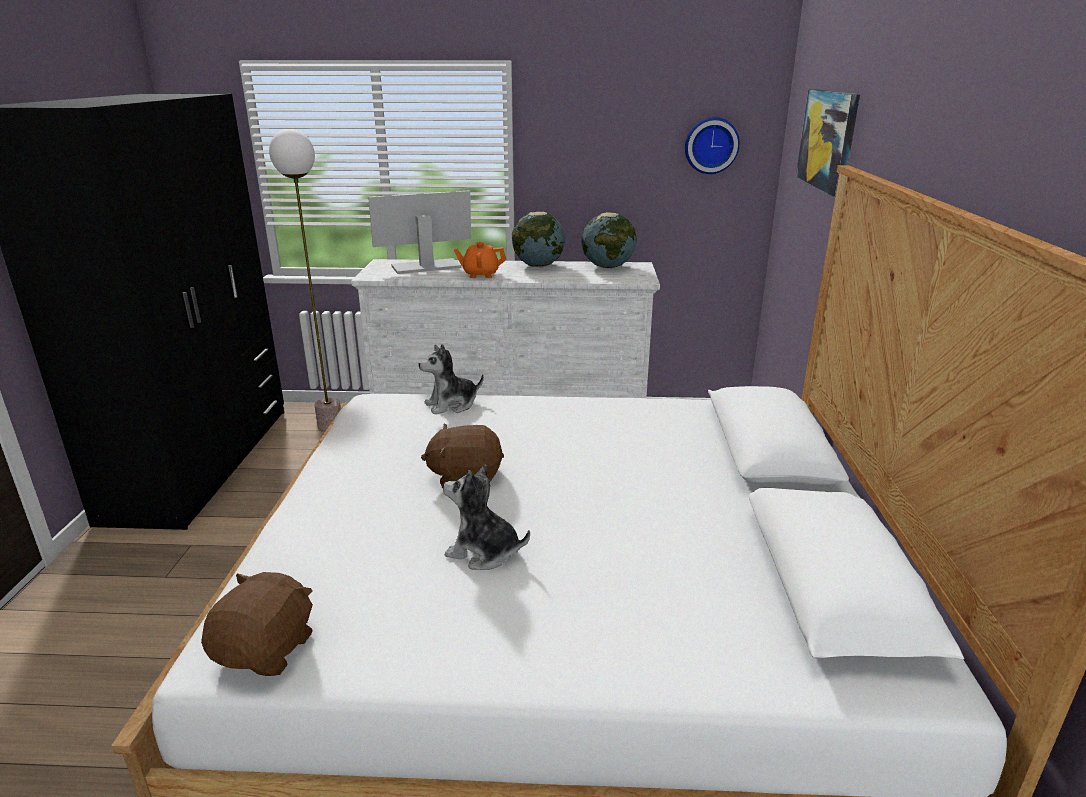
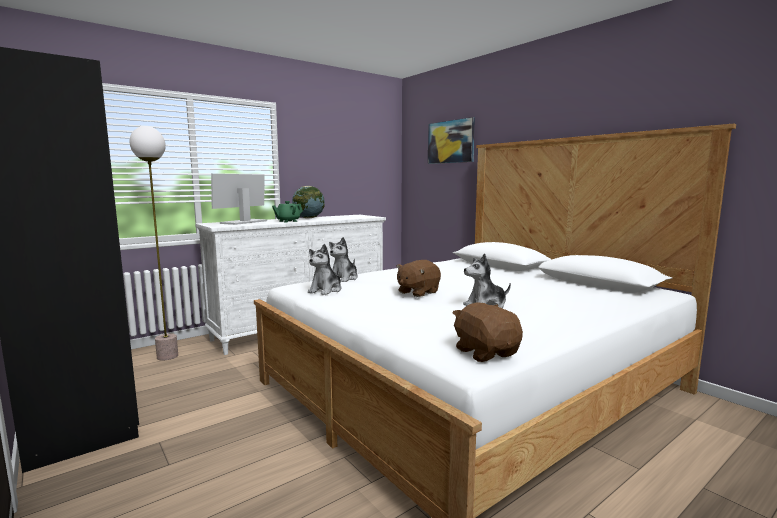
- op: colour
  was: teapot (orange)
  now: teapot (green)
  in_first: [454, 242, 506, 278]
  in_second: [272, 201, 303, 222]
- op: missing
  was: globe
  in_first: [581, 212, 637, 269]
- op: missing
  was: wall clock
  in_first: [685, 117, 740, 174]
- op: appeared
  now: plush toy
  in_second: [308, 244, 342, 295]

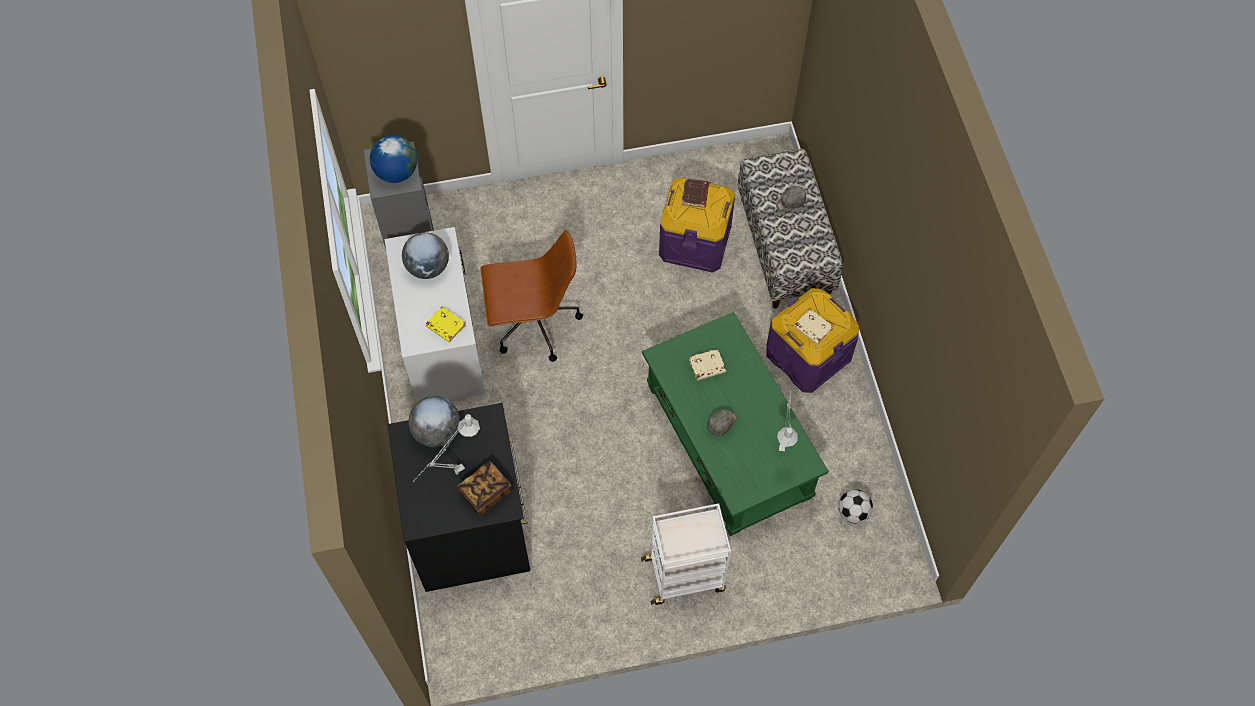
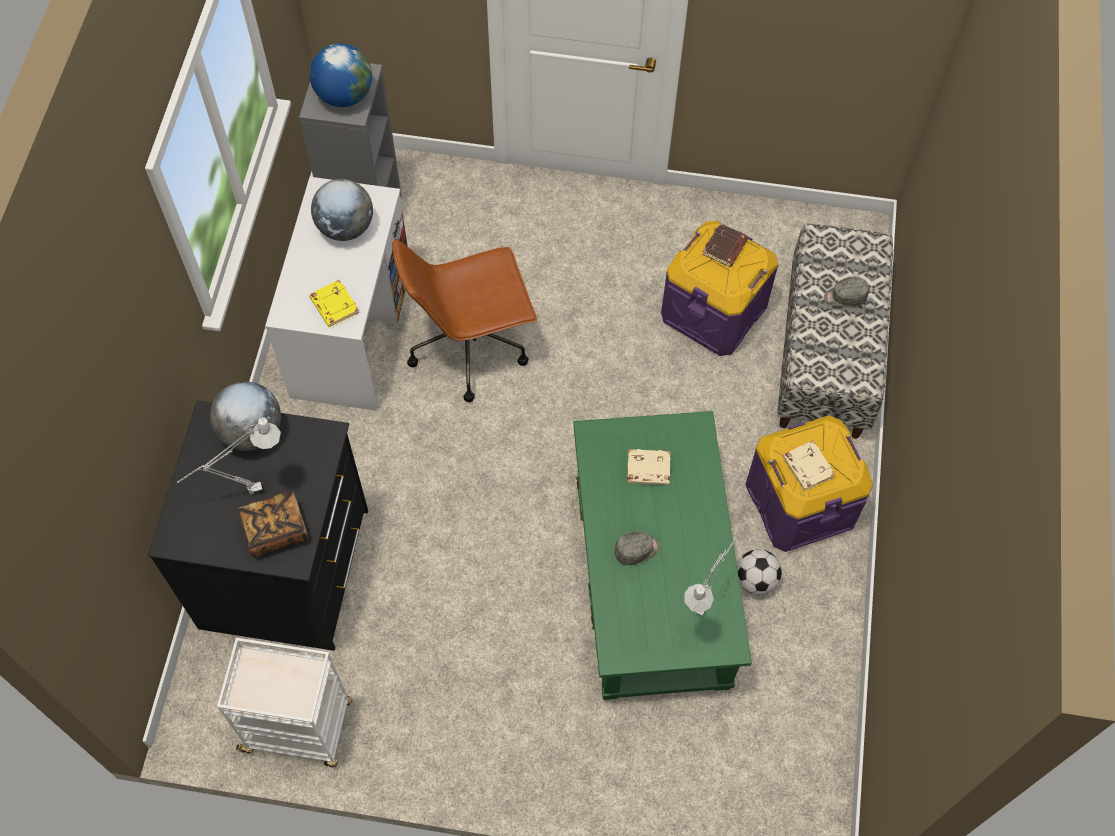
- op: spun
  was: office chair (brown)
  in_first: [480, 230, 583, 362]
  in_second: [392, 238, 537, 402]
  clockwise: 150
- op: relocated
  was: cart (white)
  in_first: [641, 503, 731, 605]
  in_second: [217, 638, 352, 768]
- op: relocated
  was: football
  in_first: [838, 489, 873, 524]
  in_second: [737, 549, 782, 595]

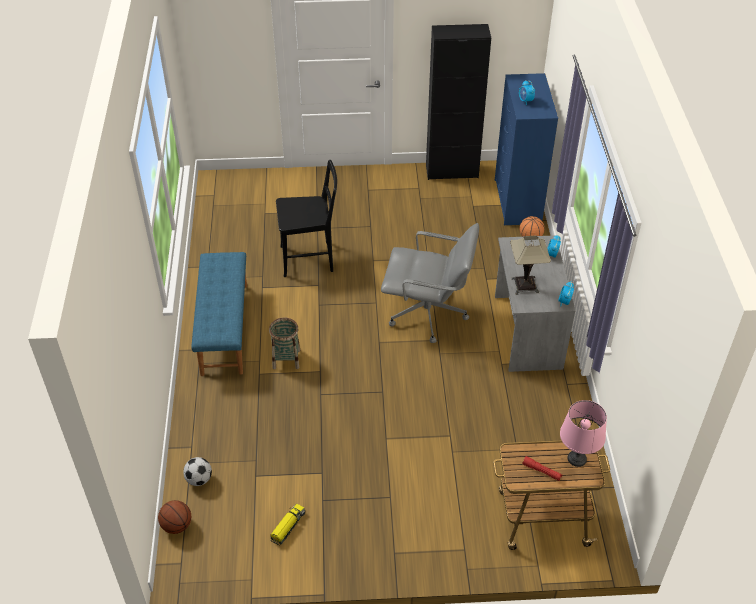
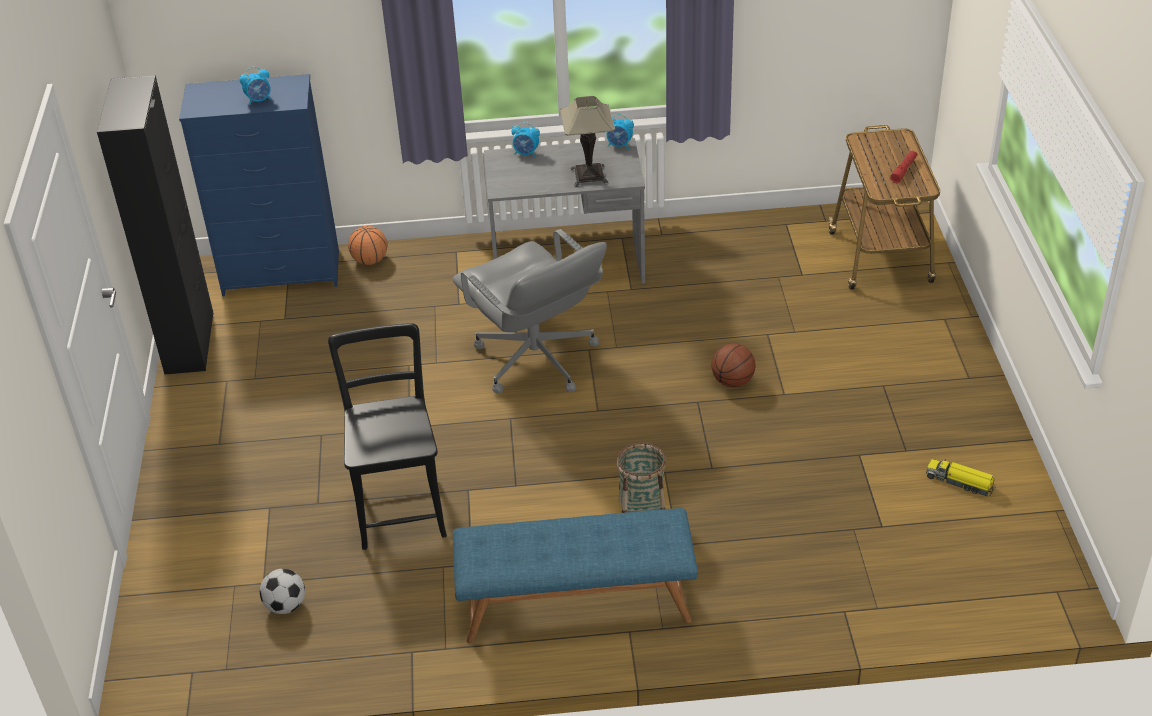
- op: relocated
  was: basketball
  in_first: [158, 500, 191, 534]
  in_second: [712, 343, 755, 387]
- op: relocated
  was: football
  in_first: [183, 457, 212, 486]
  in_second: [260, 569, 305, 614]
- op: spun
  was: office chair (grey)
  in_first: [381, 223, 479, 343]
  in_second: [452, 229, 607, 394]
  clockwise: 135
- op: missing
  was: table lamp (pink)
  in_first: [560, 400, 607, 467]

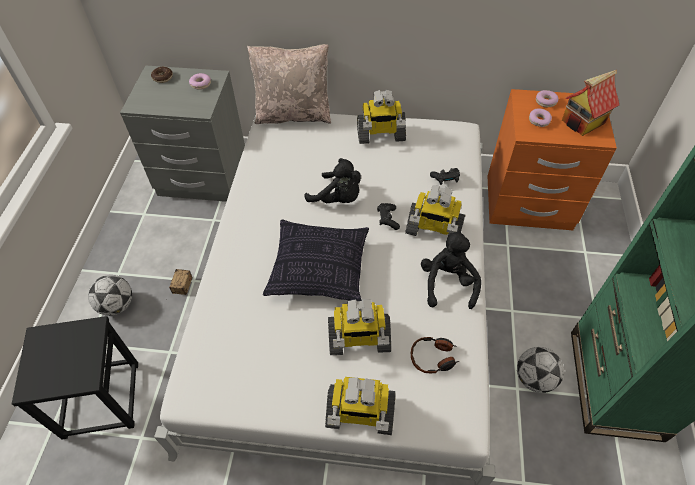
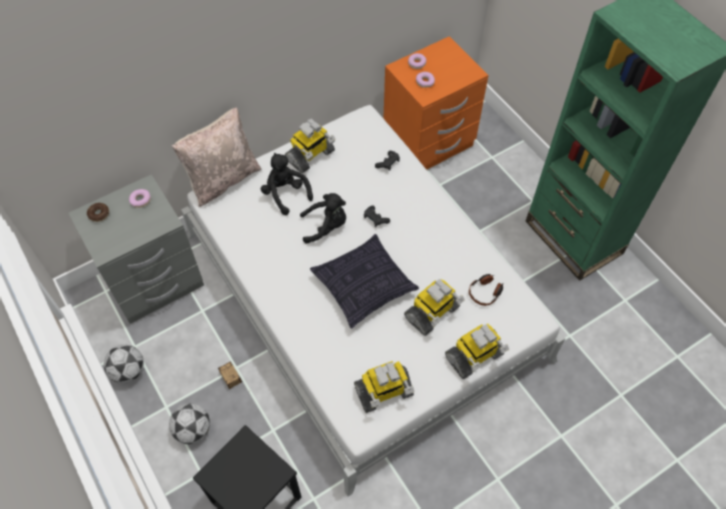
- op: relocated
  was: toy robot
  in_first: [405, 185, 465, 237]
  in_second: [354, 361, 414, 413]
- op: relocated
  was: plush toy (black)
  in_first: [421, 230, 481, 309]
  in_second: [261, 153, 313, 215]
- op: relocated
  was: football
  in_first: [517, 347, 564, 393]
  in_second: [104, 345, 144, 383]
- op: missing
  was: toy house
  in_first: [562, 70, 619, 136]

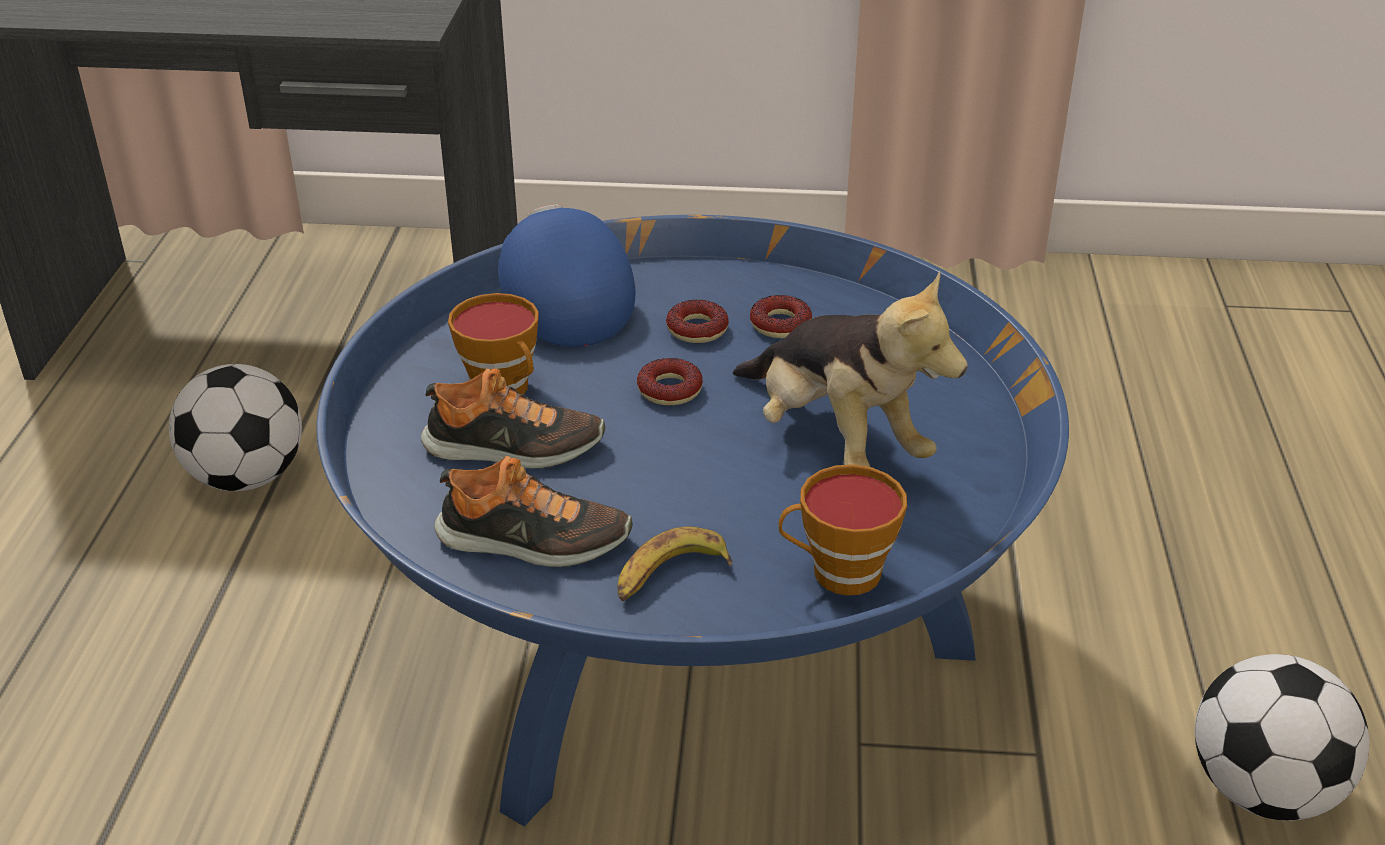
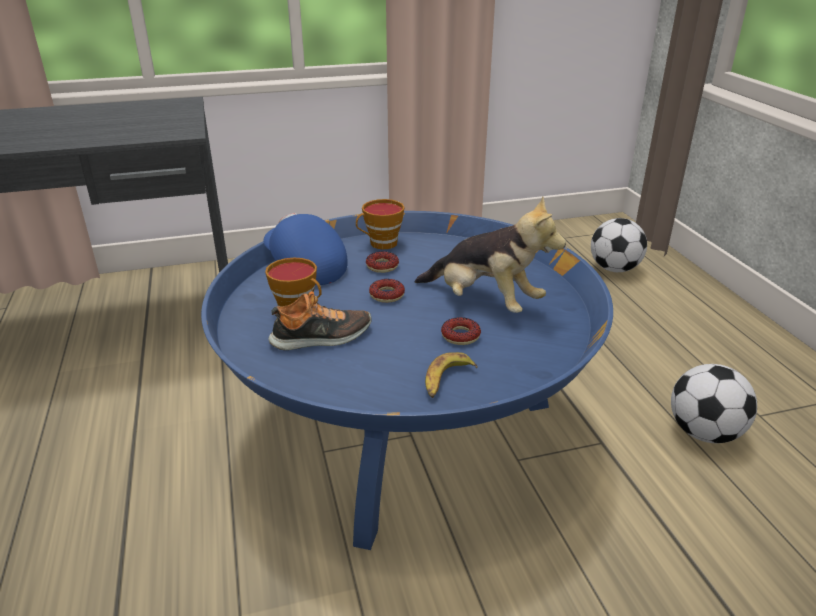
- op: relocated
  was: football
  in_first: [169, 364, 302, 491]
  in_second: [591, 218, 647, 272]
- op: missing
  was: shoe
  in_first: [434, 456, 632, 567]
- op: relocated
  was: donut
  in_first: [750, 295, 812, 338]
  in_second: [441, 317, 481, 345]
- op: relocated
  was: cup
  in_first: [779, 464, 907, 596]
  in_second: [356, 199, 405, 249]

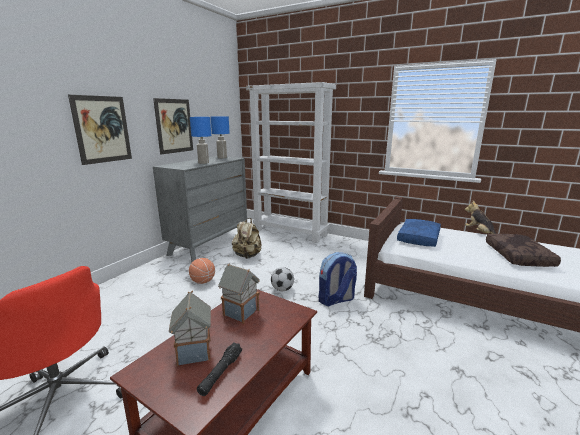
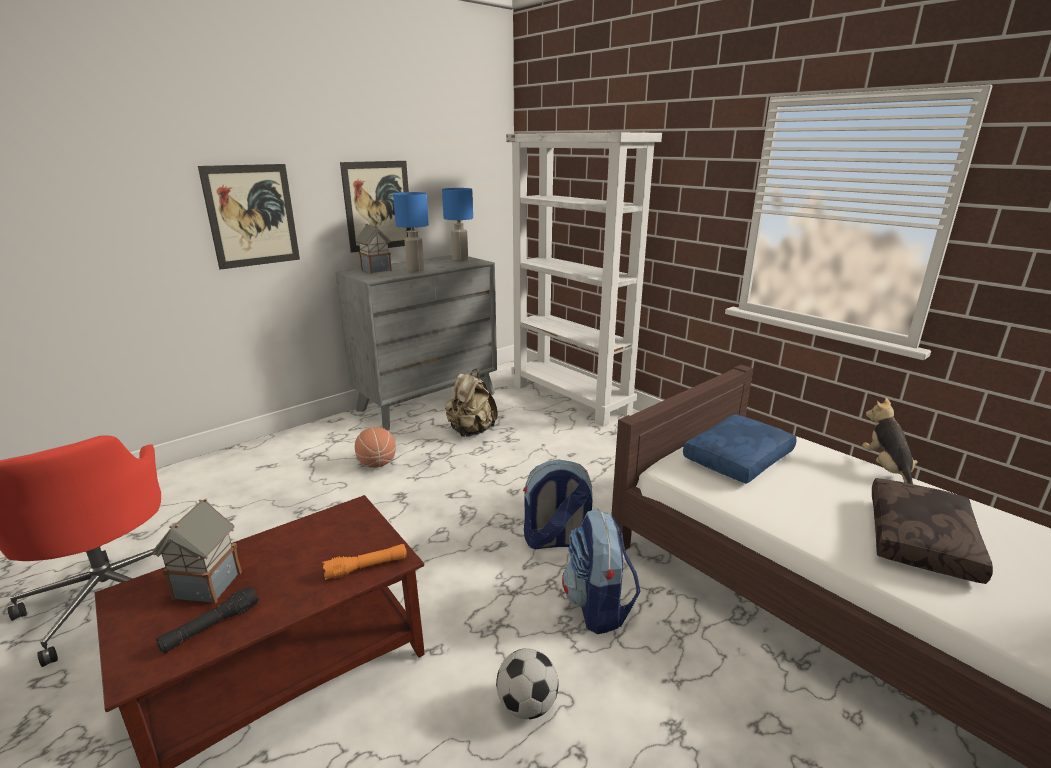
- op: relocated
  was: toy house
  in_first: [218, 263, 260, 324]
  in_second: [355, 224, 392, 274]
- op: relocated
  was: football
  in_first: [271, 267, 294, 291]
  in_second: [496, 648, 558, 719]
- op: appeared
  now: flashlight (orange)
  in_second: [322, 544, 407, 580]
- op: appeared
  now: backpack
  in_second: [562, 509, 640, 634]

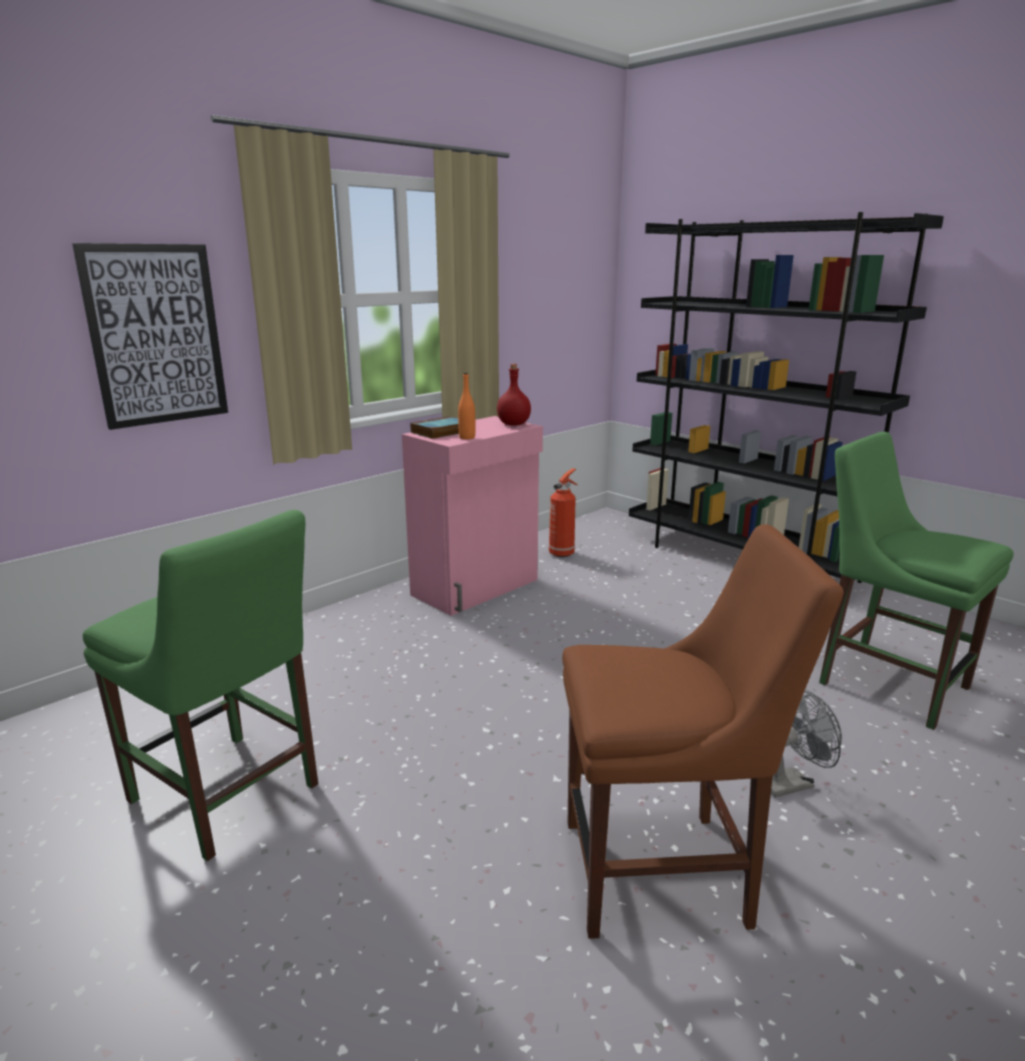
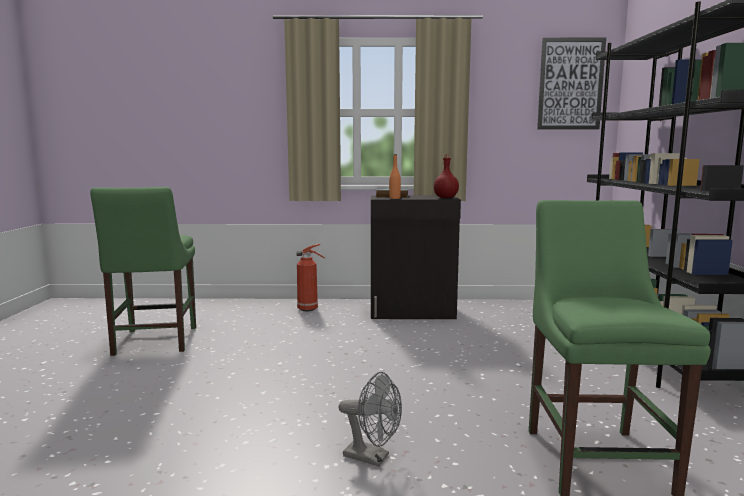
- op: relocated
  was: picture
  in_first: [72, 243, 228, 430]
  in_second: [537, 38, 606, 129]
- op: colour
  was: cabinet (pink)
  now: cabinet (black)
  in_first: [402, 416, 543, 616]
  in_second: [371, 195, 461, 319]
- op: relocated
  was: fire extinguisher
  in_first: [549, 468, 577, 557]
  in_second: [297, 244, 325, 311]
- op: missing
  was: chair (brown)
  in_first: [562, 524, 843, 939]

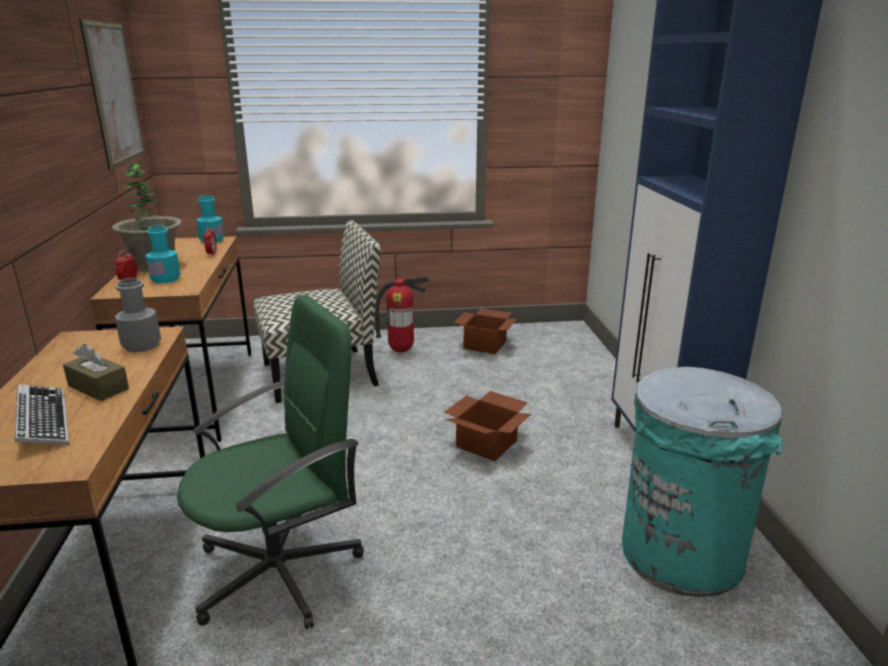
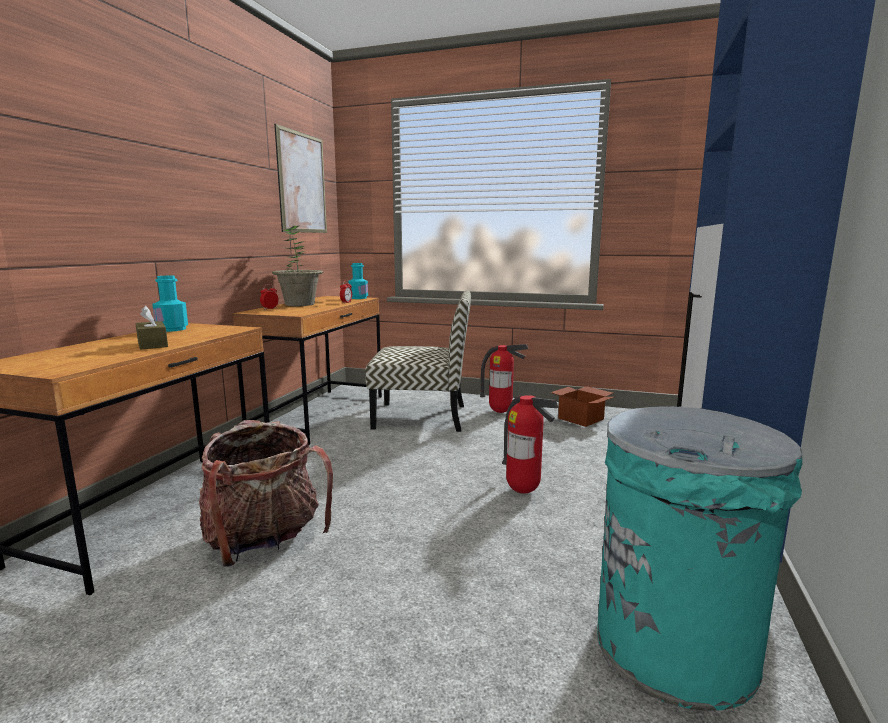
- op: missing
  was: keyboard
  in_first: [14, 384, 69, 445]
- op: missing
  was: bottle (grey)
  in_first: [114, 278, 161, 352]
- op: relocated
  was: bottle (turquoise)
  in_first: [146, 226, 181, 284]
  in_second: [152, 276, 188, 332]
- op: exchanged
  was: office chair (green)
  now: backpack
  in_first: [177, 295, 364, 629]
  in_second: [199, 420, 333, 567]
- op: exchanged
  was: cardboard box
  now: fire extinguisher
  in_first: [445, 391, 531, 461]
  in_second: [502, 395, 559, 494]

